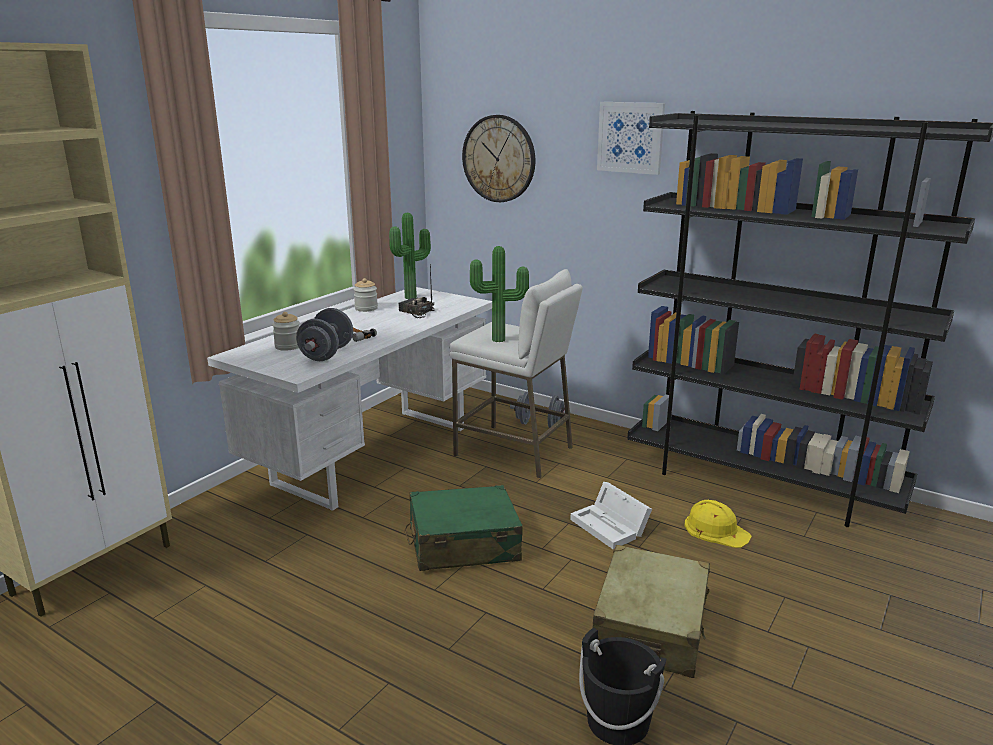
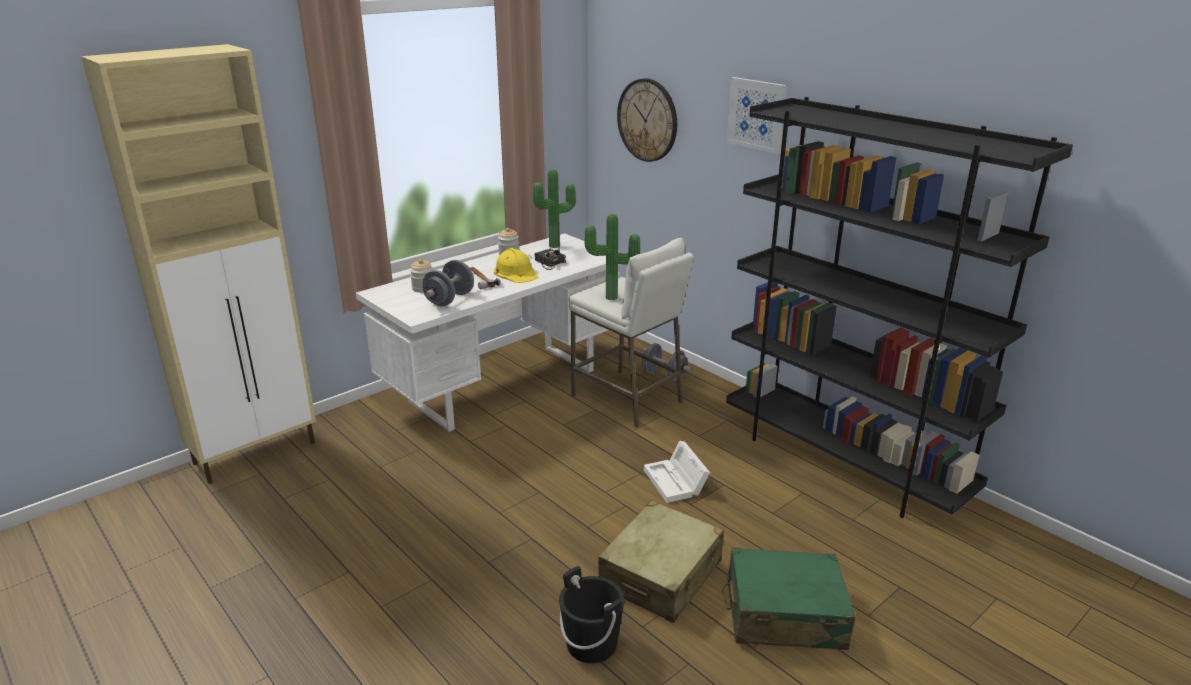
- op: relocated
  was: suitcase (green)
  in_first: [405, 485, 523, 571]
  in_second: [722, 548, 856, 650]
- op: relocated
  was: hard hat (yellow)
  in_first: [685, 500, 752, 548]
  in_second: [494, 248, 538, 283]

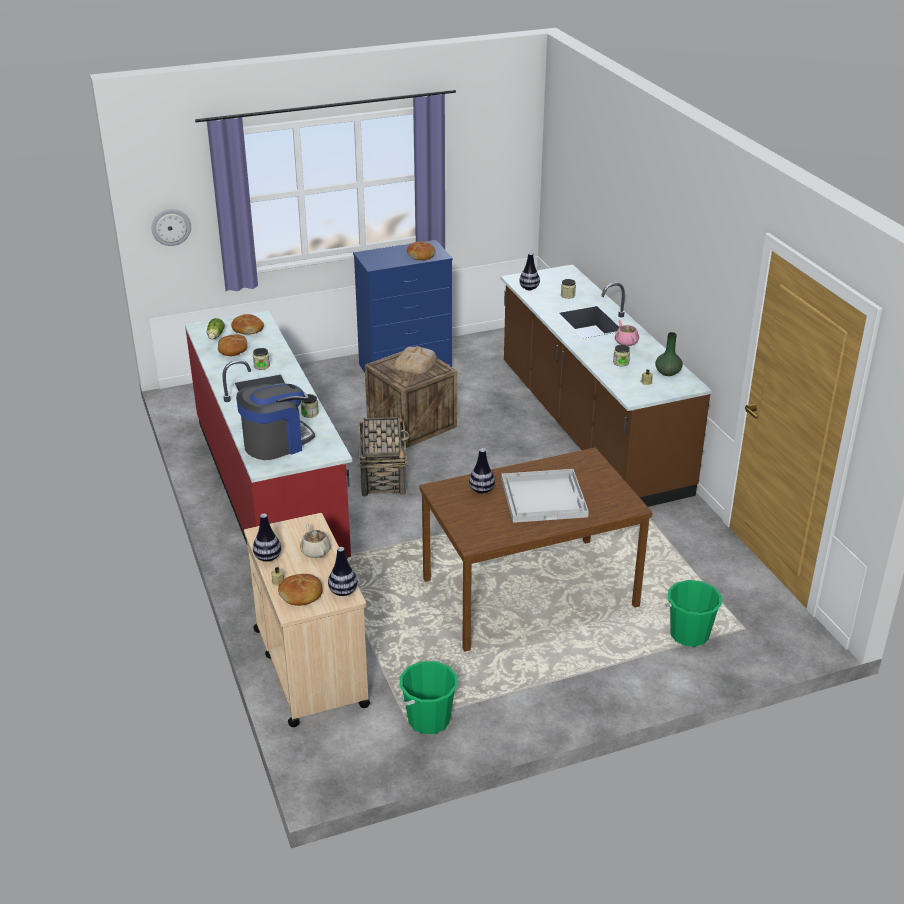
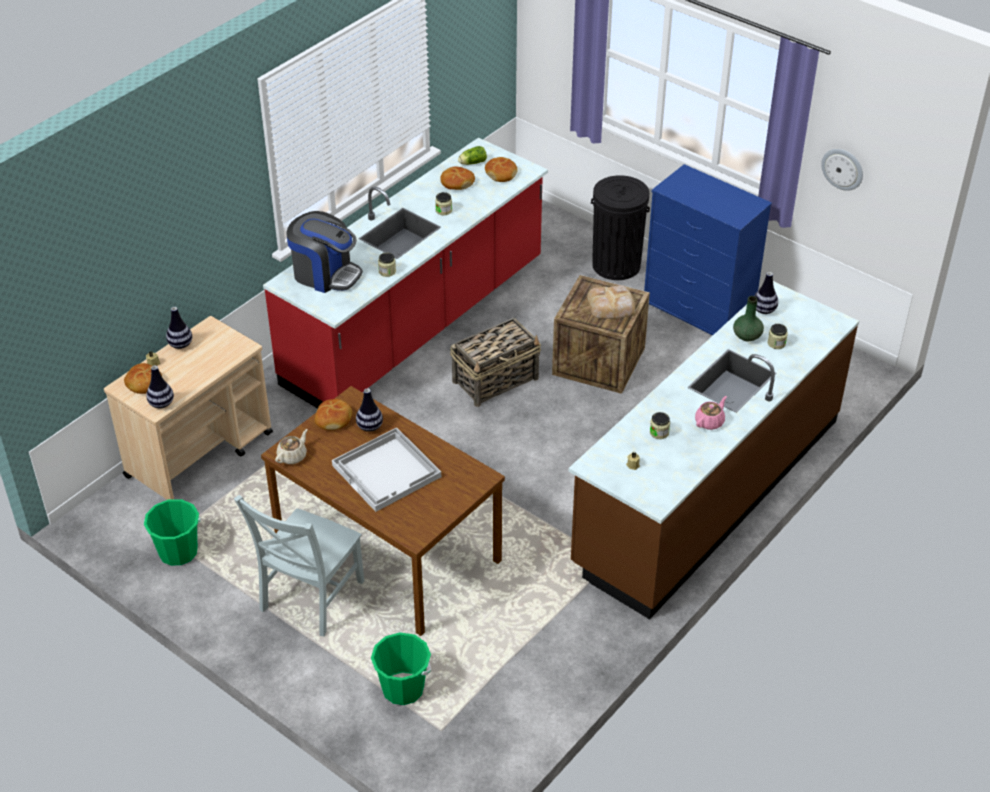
- op: relocated
  was: wall clock
  in_first: [151, 209, 191, 246]
  in_second: [821, 149, 863, 191]
- op: relocated
  was: teapot (beige)
  in_first: [300, 522, 331, 558]
  in_second: [275, 429, 308, 464]
- op: relocated
  was: bread
  in_first: [407, 241, 436, 260]
  in_second: [314, 399, 352, 430]
- op: relocated
  was: vase (green)
  in_first: [655, 332, 683, 376]
  in_second: [733, 296, 764, 341]
- op: appeared
  now: chair (grey)
  in_second: [234, 495, 364, 636]
- op: appeared
  now: trash can (black)
  in_second: [591, 175, 650, 280]

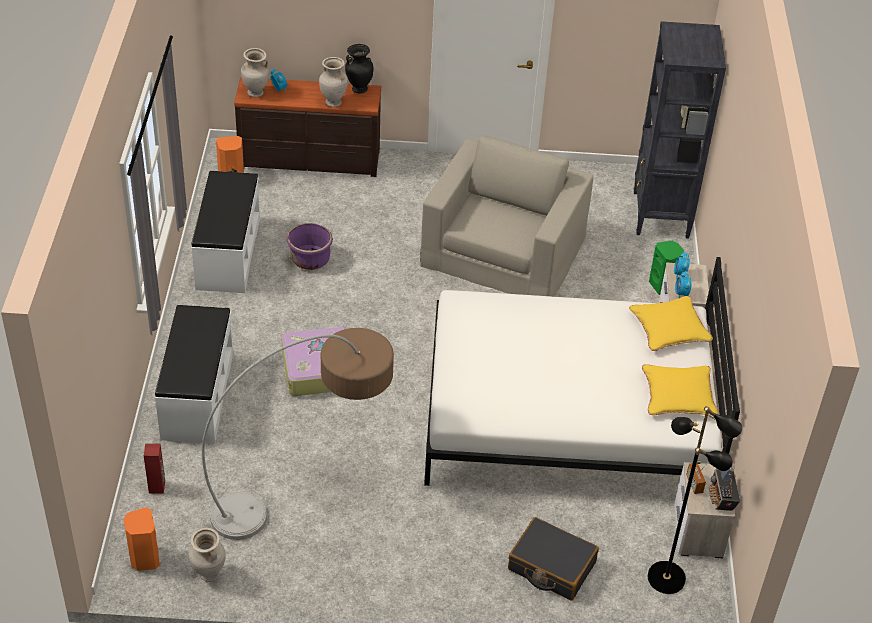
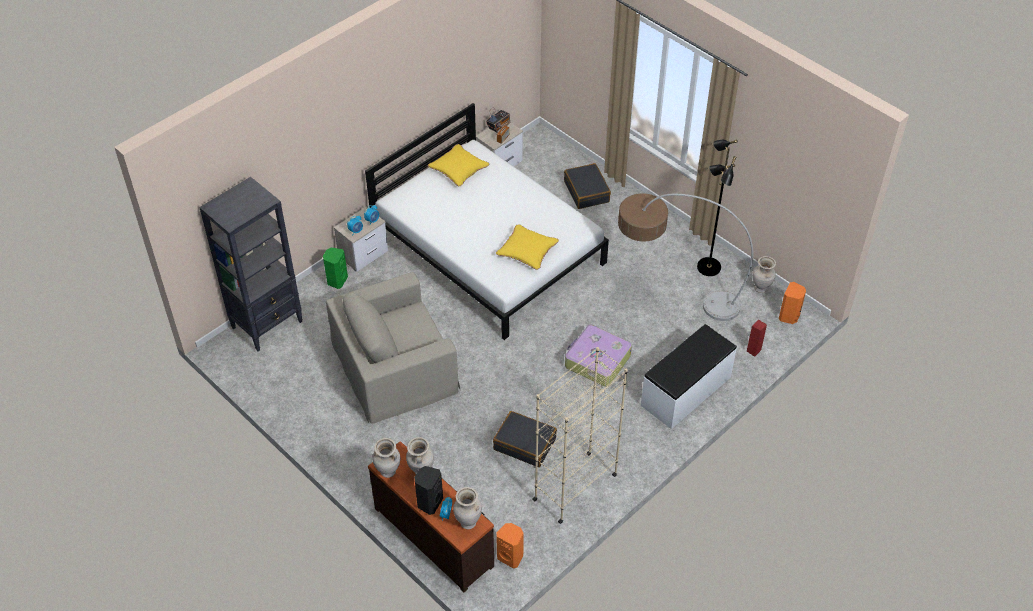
- op: exchanged
  was: bench (white)
  now: bookcase (beige)
  in_first: [191, 171, 260, 293]
  in_second: [532, 347, 628, 524]
- op: exchanged
  was: planter (purple)
  now: suitcase (black)
  in_first: [286, 223, 333, 270]
  in_second: [493, 411, 557, 467]
- op: colour
  was: vase (black)
  now: vase (beige)
  in_first: [345, 44, 373, 93]
  in_second: [372, 438, 400, 478]
- op: relocated
  was: pillow (yellow)
  in_first: [629, 296, 713, 351]
  in_second: [496, 224, 559, 270]
- op: relocated
  was: floor lamp (black)
  in_first: [648, 406, 742, 594]
  in_second: [697, 140, 738, 276]
- op: appeared
  now: speaker (black)
  in_second: [414, 466, 443, 515]

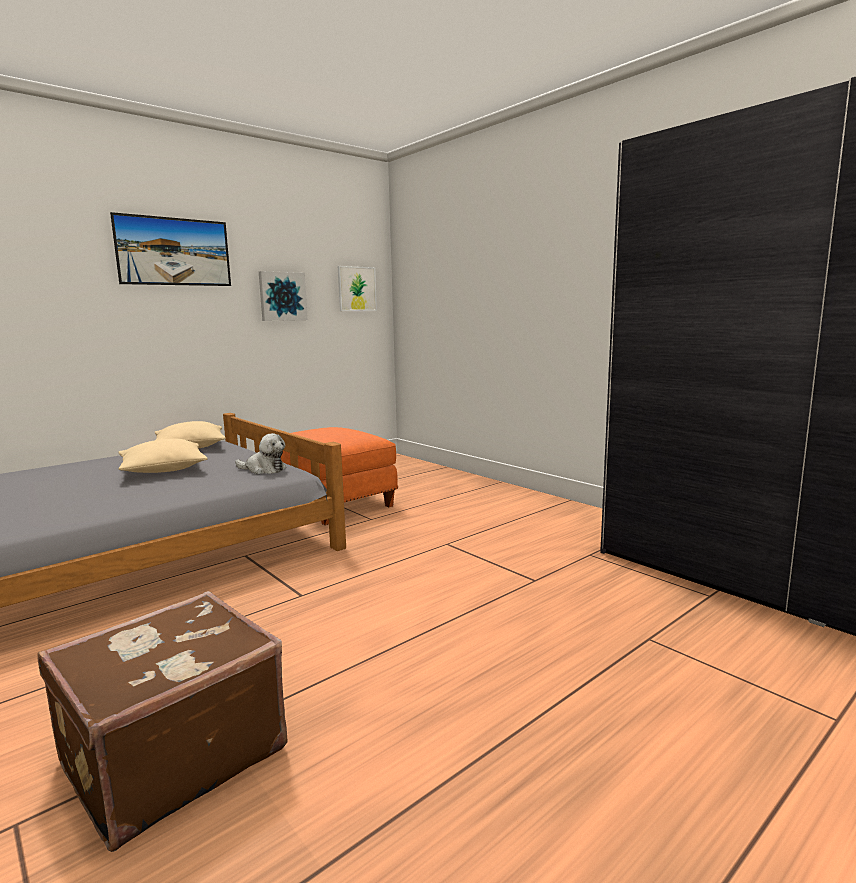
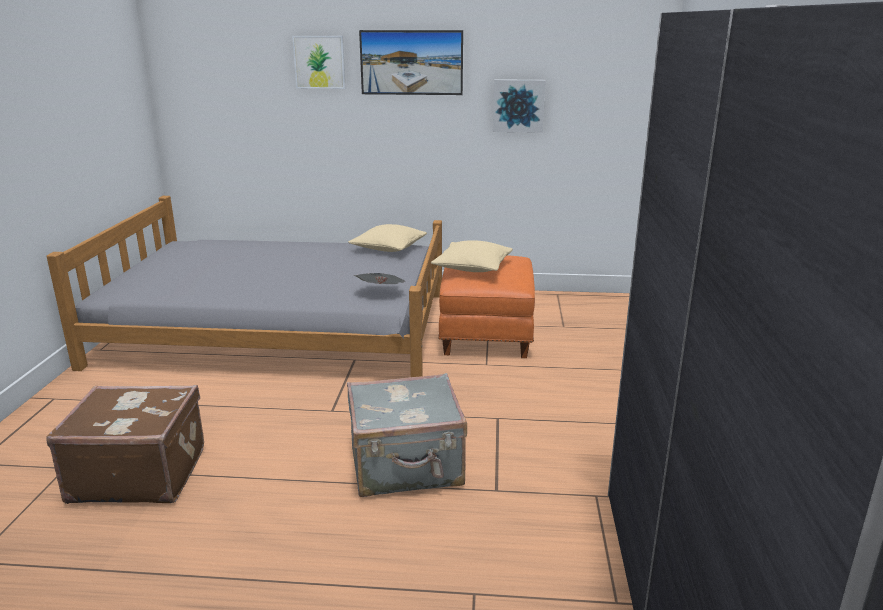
- op: relocated
  was: pillow (beige)
  in_first: [118, 438, 207, 473]
  in_second: [431, 241, 513, 272]
- op: exchanged
  was: plush toy
  now: newspaper
  in_first: [235, 433, 286, 474]
  in_second: [353, 273, 406, 284]
- op: relocated
  was: picture
  in_first: [338, 266, 377, 311]
  in_second: [292, 36, 346, 89]
- op: appeared
  now: suitcase (grey)
  in_second: [347, 373, 467, 497]

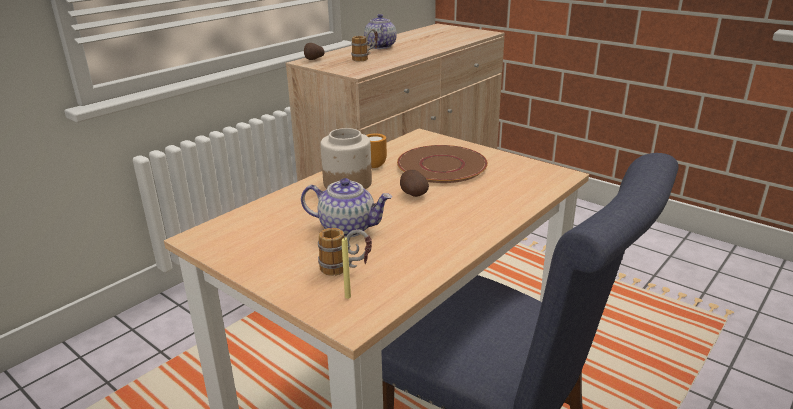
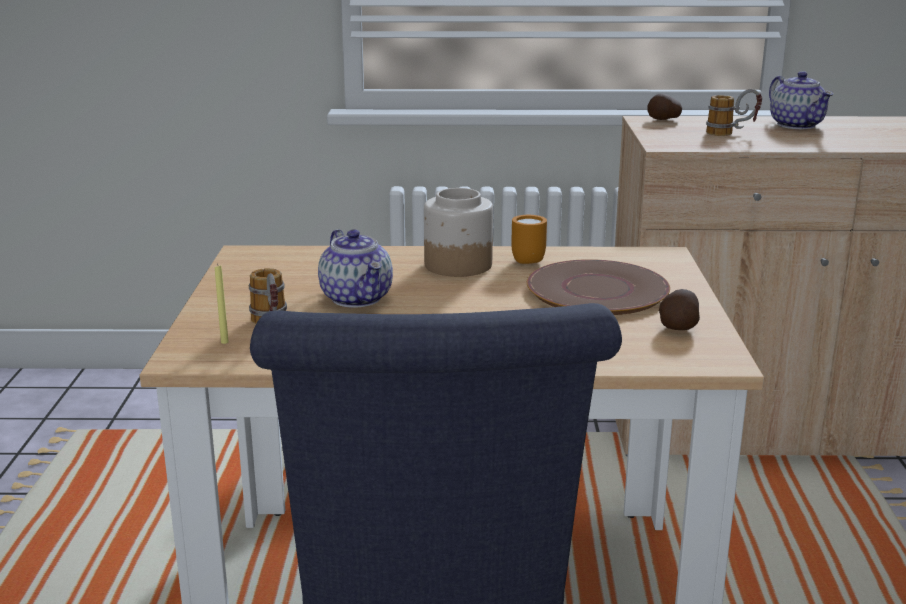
- op: spun
  was: teapot
  in_first: [364, 14, 397, 49]
  in_second: [769, 71, 833, 129]
  clockwise: 120
- op: relocated
  was: potato
  in_first: [400, 170, 429, 197]
  in_second: [659, 289, 700, 330]

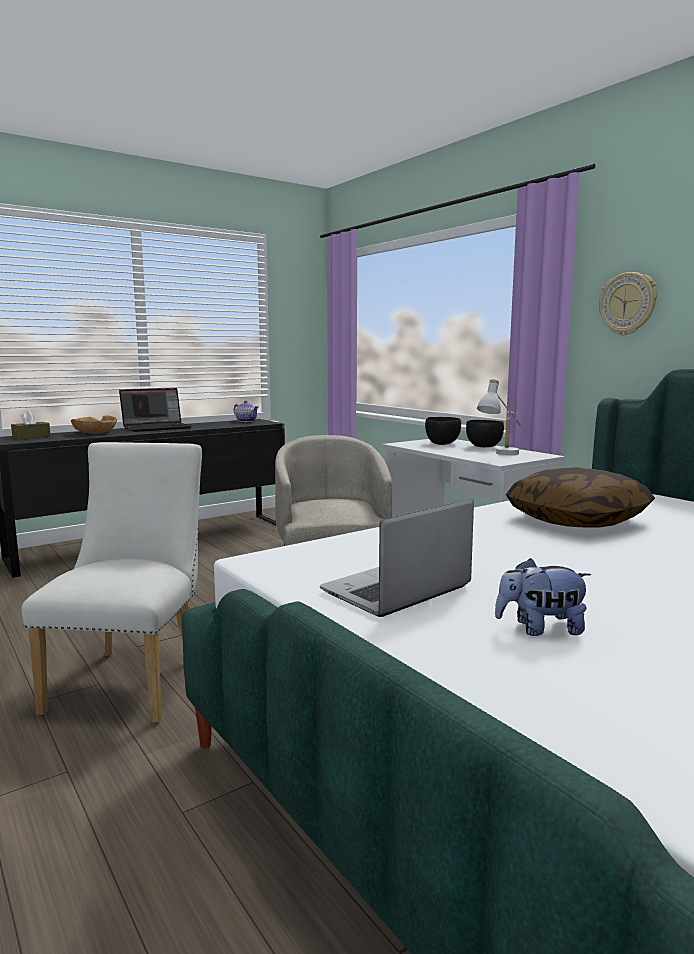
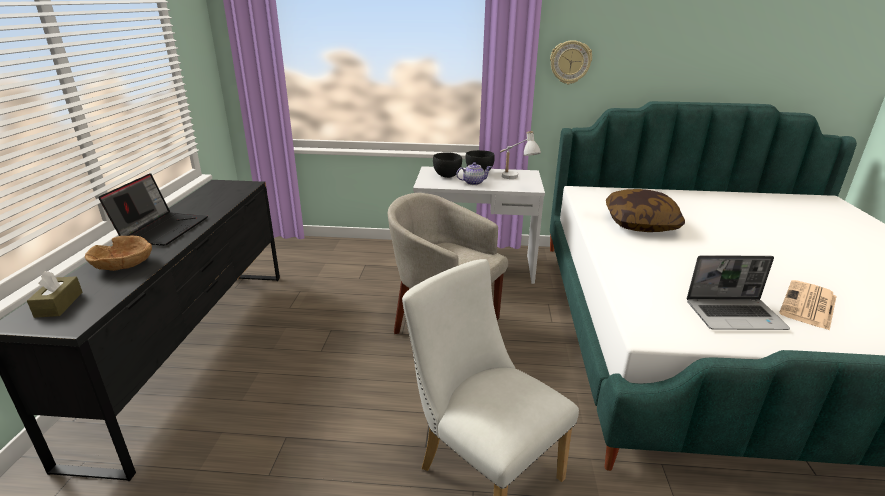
- op: relocated
  was: teapot
  in_first: [233, 401, 259, 422]
  in_second: [456, 162, 491, 185]
- op: spun
  was: laptop
  in_first: [320, 499, 474, 617]
  in_second: [687, 255, 790, 330]
  clockwise: -90
- op: exchanged
  was: plush toy
  now: newspaper
  in_first: [495, 558, 591, 636]
  in_second: [779, 280, 837, 331]

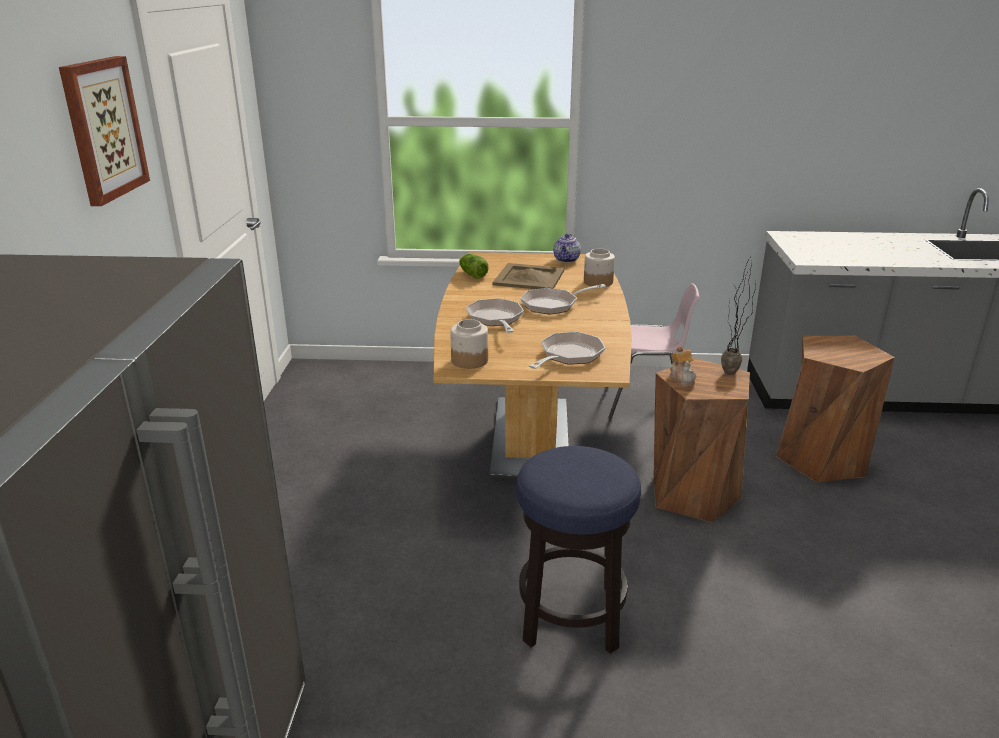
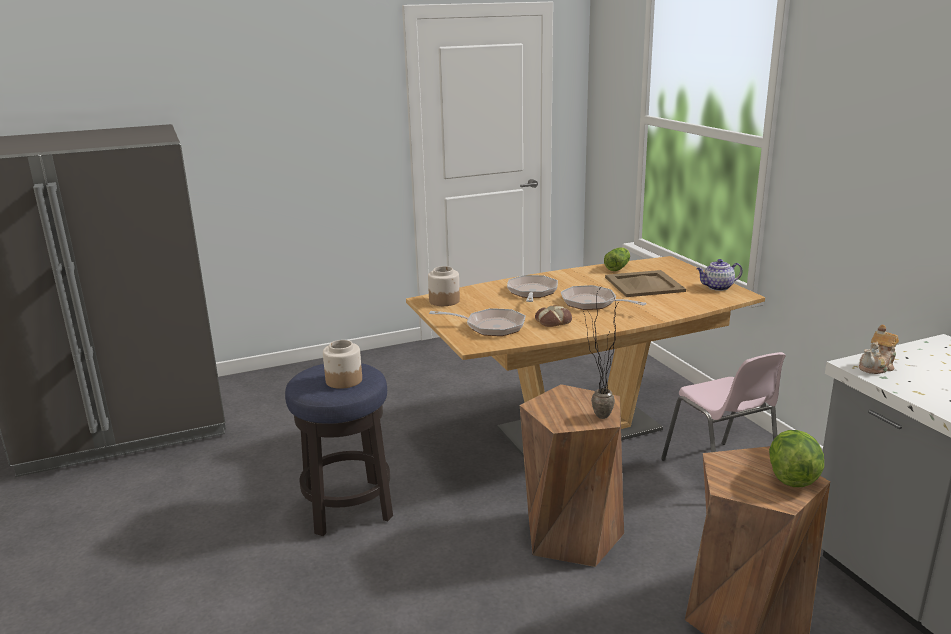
- op: missing
  was: picture
  in_first: [59, 56, 150, 206]
- op: spun
  was: frying pan
  in_first: [466, 298, 524, 333]
  in_second: [507, 275, 558, 302]
  clockwise: -45
- op: relocated
  was: jar
  in_first: [584, 248, 615, 287]
  in_second: [323, 340, 362, 389]
- op: relocated
  was: teapot
  in_first: [670, 346, 696, 387]
  in_second: [859, 325, 899, 374]
- op: appeared
  now: bread
  in_second: [535, 306, 572, 327]
- op: appeared
  now: lettuce
  in_second: [769, 430, 824, 487]

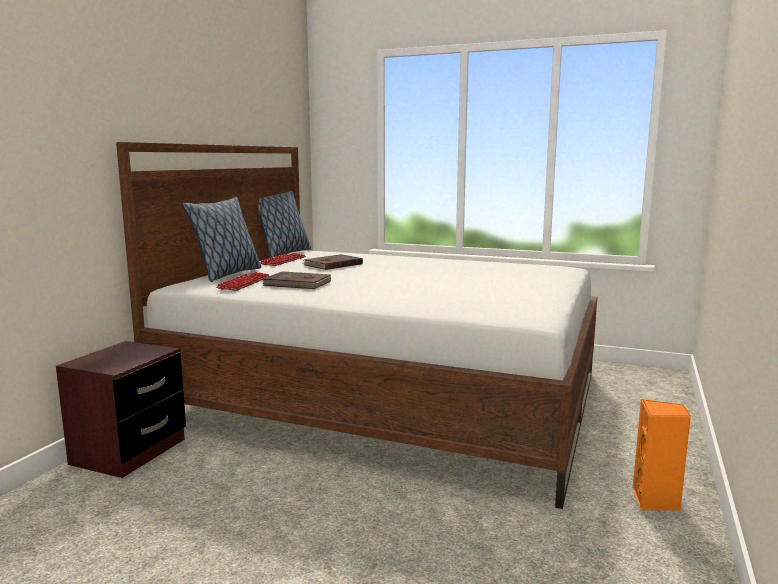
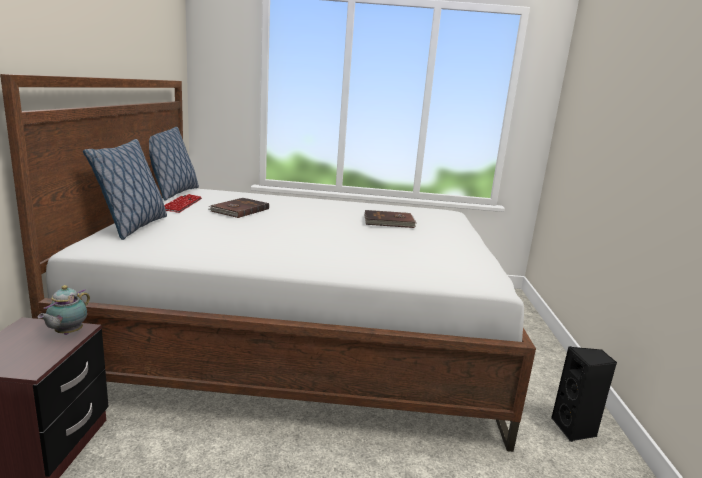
- op: missing
  was: keyboard
  in_first: [216, 272, 269, 291]
- op: relocated
  was: book (brown)
  in_first: [262, 271, 331, 289]
  in_second: [365, 210, 416, 228]
- op: colour
  was: speaker (orange)
  now: speaker (black)
  in_first: [633, 399, 691, 511]
  in_second: [551, 346, 617, 442]
- op: appeared
  now: teapot
  in_second: [38, 285, 90, 335]

